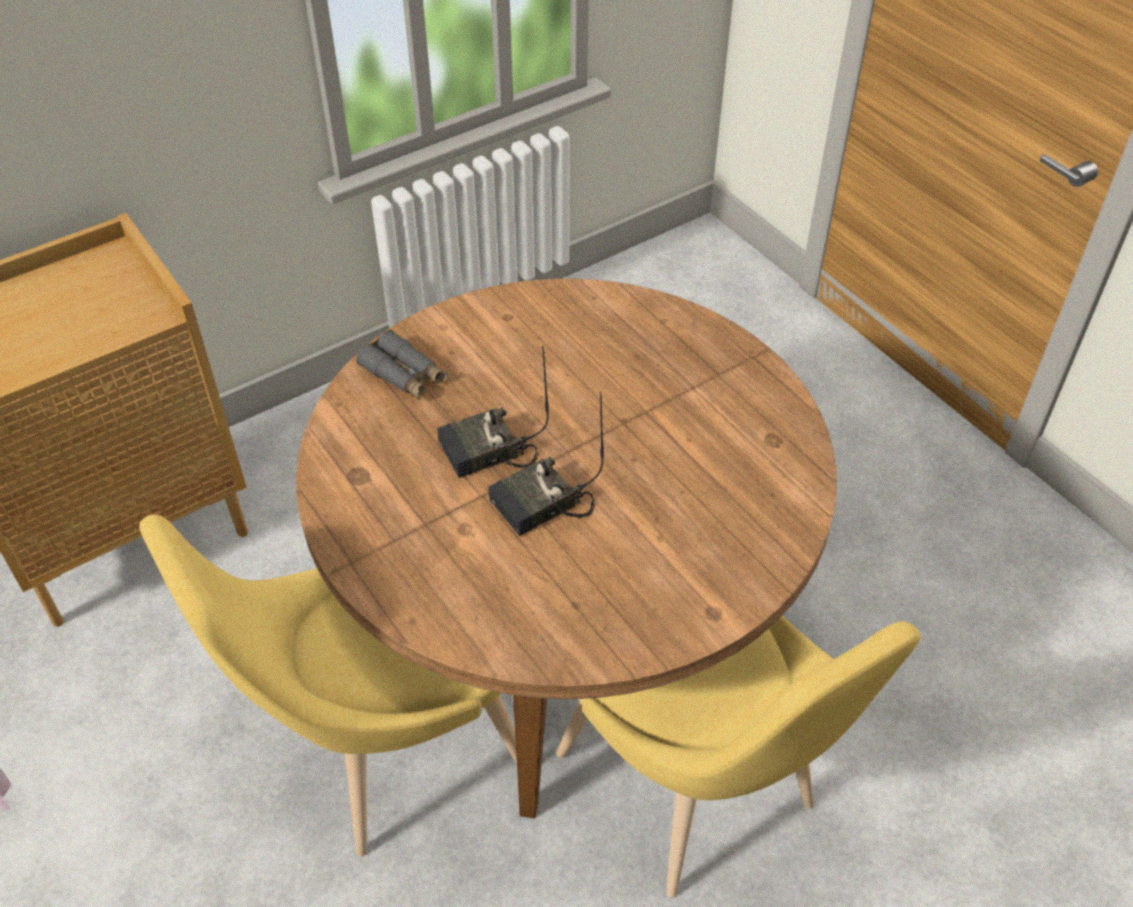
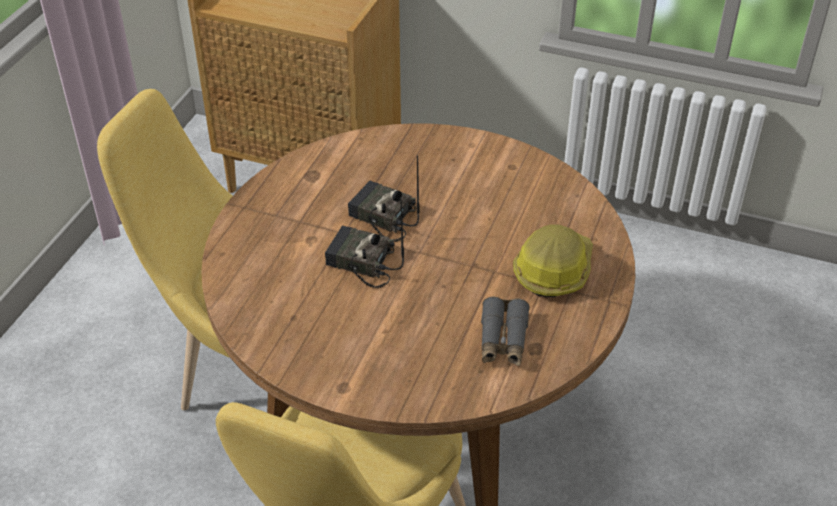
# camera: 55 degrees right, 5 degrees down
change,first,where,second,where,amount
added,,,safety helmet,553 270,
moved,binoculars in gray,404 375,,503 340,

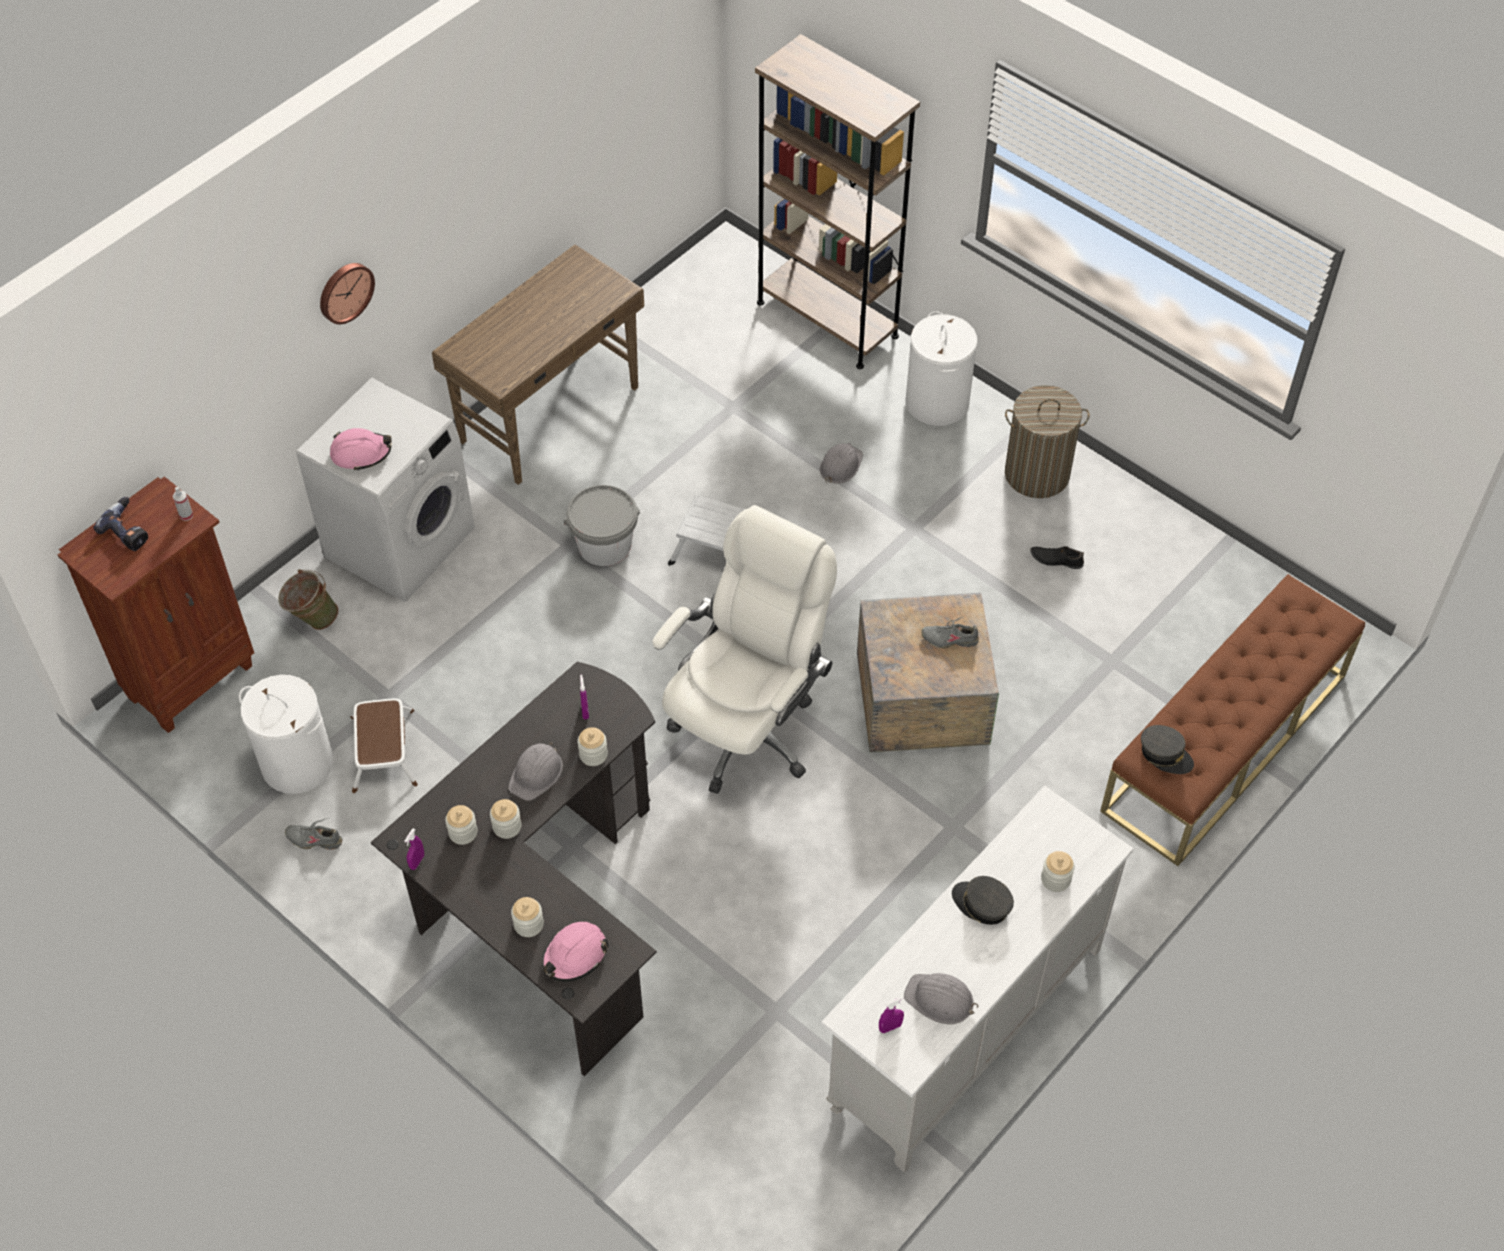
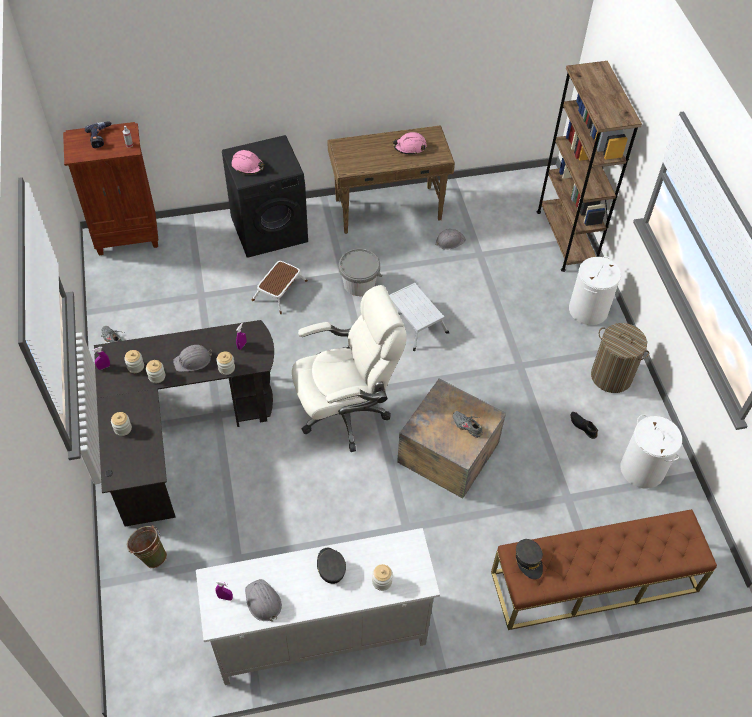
# camera: 35 degrees right, 0 degrees up
change,first,where,second,where,amount
removed,hanging clock,344 291,,,
moved,hamper in whitish,298 764,,642 469,
moved,bucket in green-coloured,312 619,,150 555,
moved,step stool in brown-coloured,384 750,,280 290,
moved,safety helmet in pink-coloured,574 955,,410 147,
moved,safety helmet in gray,840 465,,449 241,
recoloured,washing machine in whitish,402 542,washing machine in black-coloured,270 230,

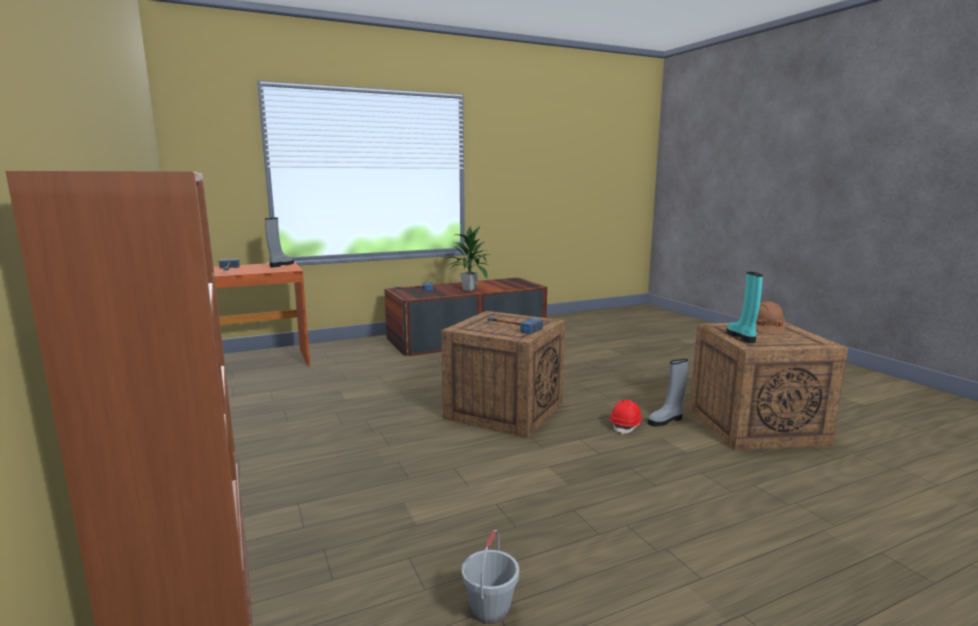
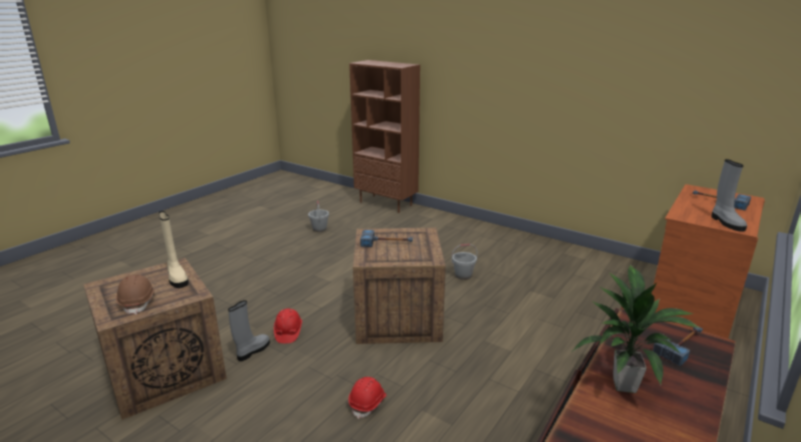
# camera: 150 degrees right, 10 degrees up
change,first,where,second,where,amount
added,,,safety helmet in reddish,368 403,
added,,,bucket in gray,463 275,
recoloured,high-top boot in turquoise,742 337,high-top boot in beige-coloured,176 277,

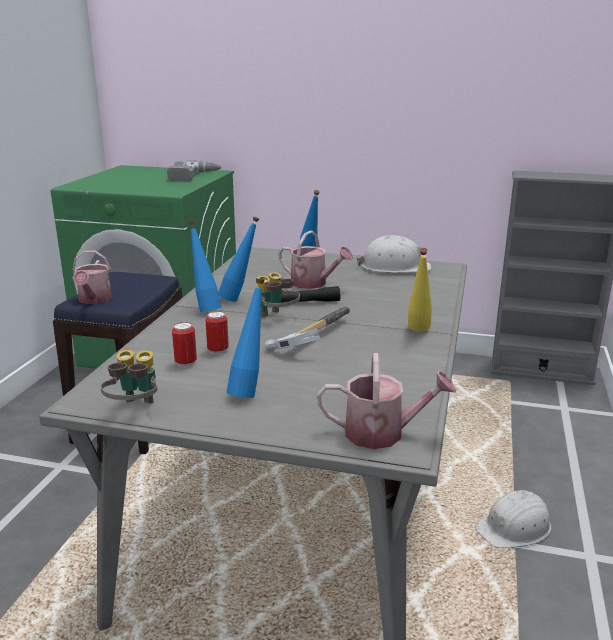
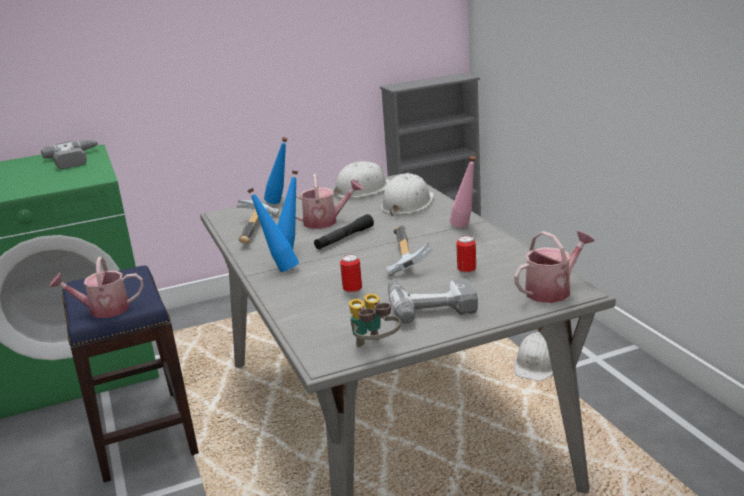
# camera: 35 degrees left, 0 degrees up
change,first,where,second,where,amount
removed,binoculars,277 317,,,
added,,,hammer,258 229,
added,,,safety helmet in whitish,407 204,
moved,can,185 363,,466 271,
replaced,bottle in bluish,249 391,drill,429 304,
recoloured,bottle in yellow-coloured,418 333,bottle in pink-coloured,465 228,
turned,sprinkling can,94 299,,103 310,120 degrees clockwise

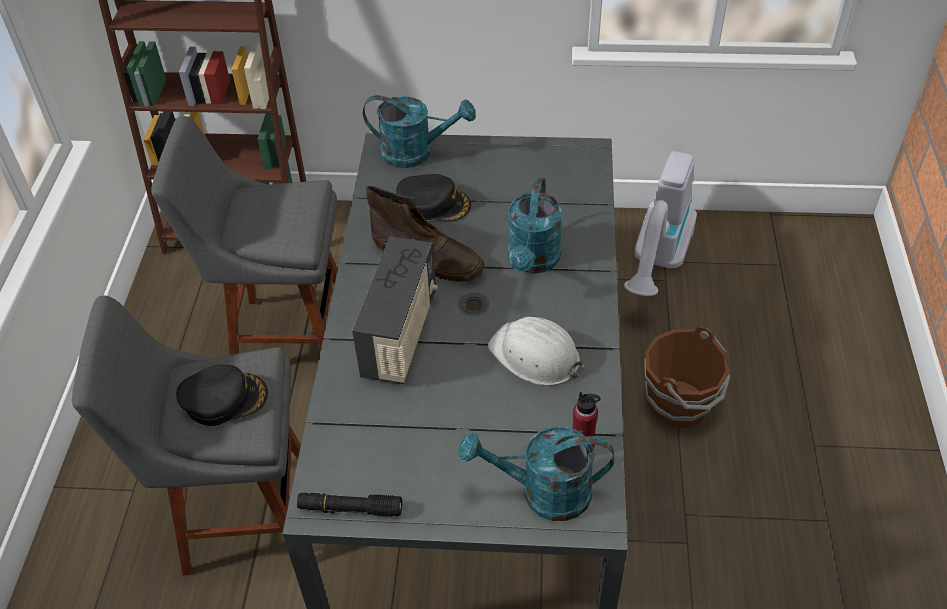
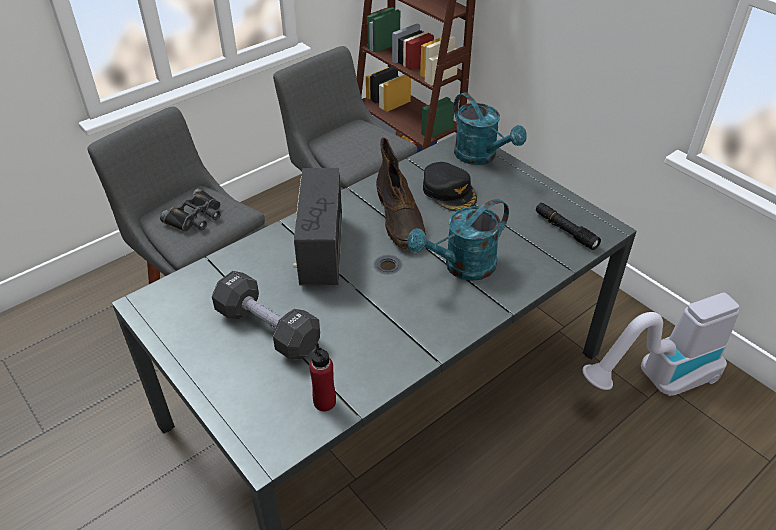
# camera: 45 degrees right, 5 degrees down
change,first,where,second,where,amount
removed,sprinkling can in turquoise,543 493,,,
removed,safety helmet in whitish,535 356,,,
removed,bucket in brown-coloured,680 404,,,
added,,,hand weight in black-coloured,268 328,
moved,torch in black-coloured,350 508,,565 230,
replaced,peaked cap in black-coloured,224 398,binoculars in black-coloured,195 216,
turned,radio receiver,401 335,,320 250,120 degrees clockwise

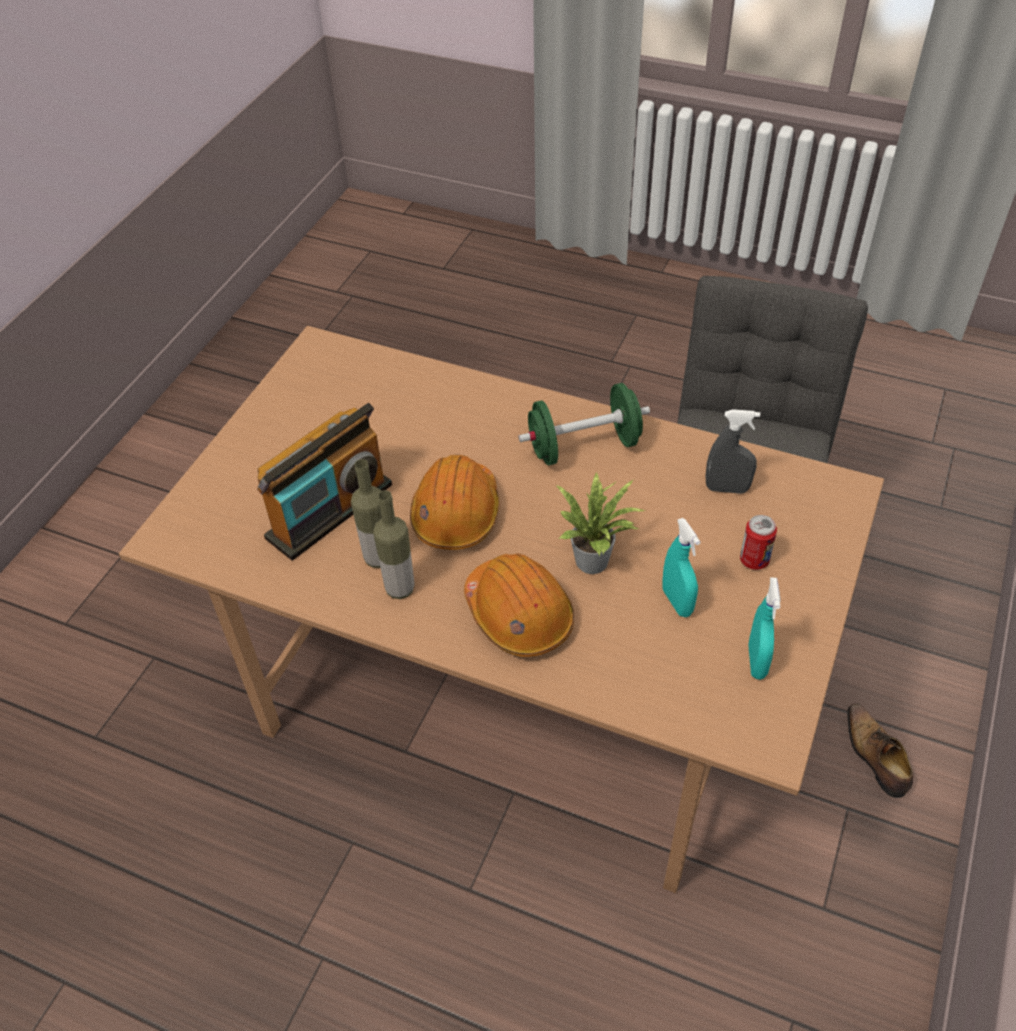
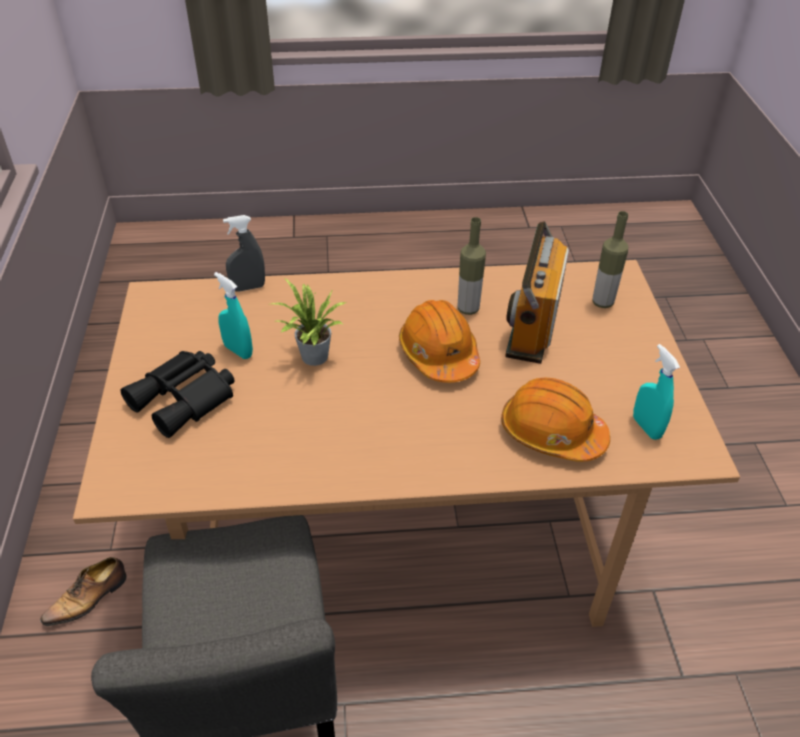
# camera: 150 degrees right, 5 degrees down
change,first,where,second,where,amount
removed,hand weight in green-coloured,583 446,,,
moved,bottle,400 589,,602 302,
moved,safety helmet in orangey,519 614,,551 433,
moved,sprayer in gray,727 488,,248 287,
moved,sprayer in turquoise,756 661,,646 427,
replaced,can,754 560,binoculars in black-coloured,186 398,
turned,low shoe,875 756,,89 598,90 degrees clockwise

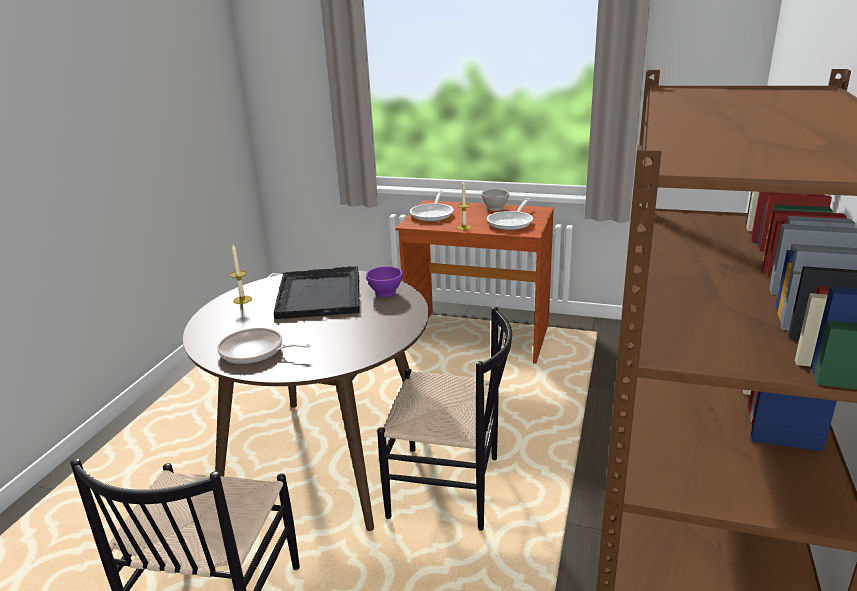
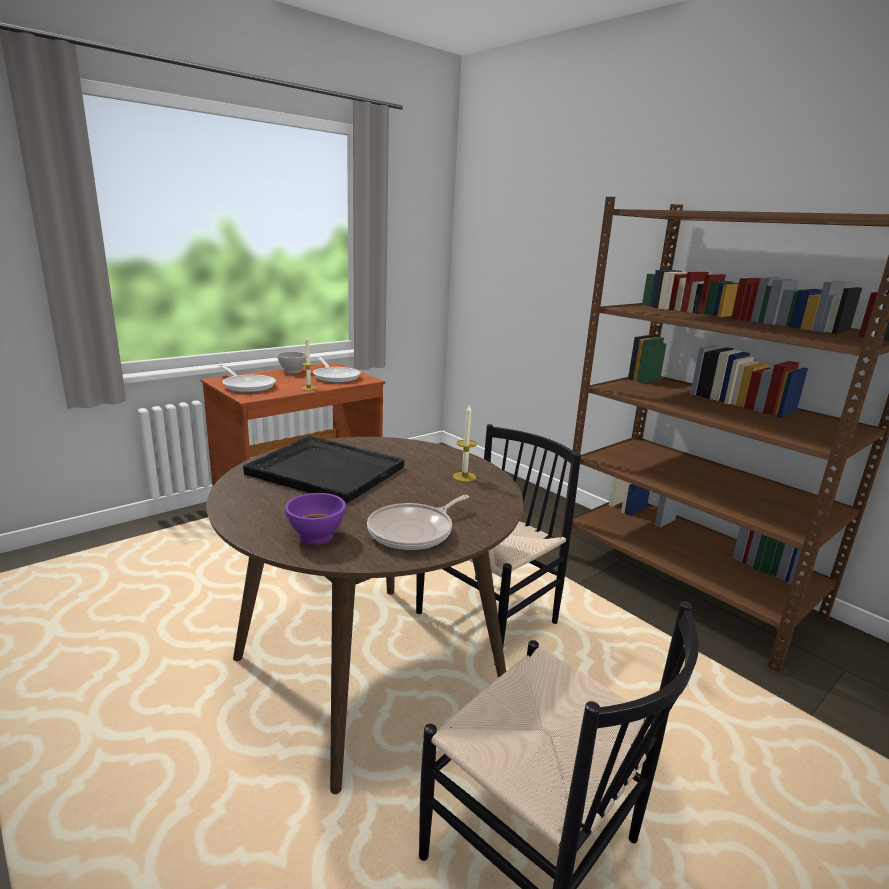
# camera: 60 degrees left, 5 degrees down
change,first,where,second,where,amount
moved,wax light,242 300,,464 477,
moved,bowl in purplish,386 292,,316 535,

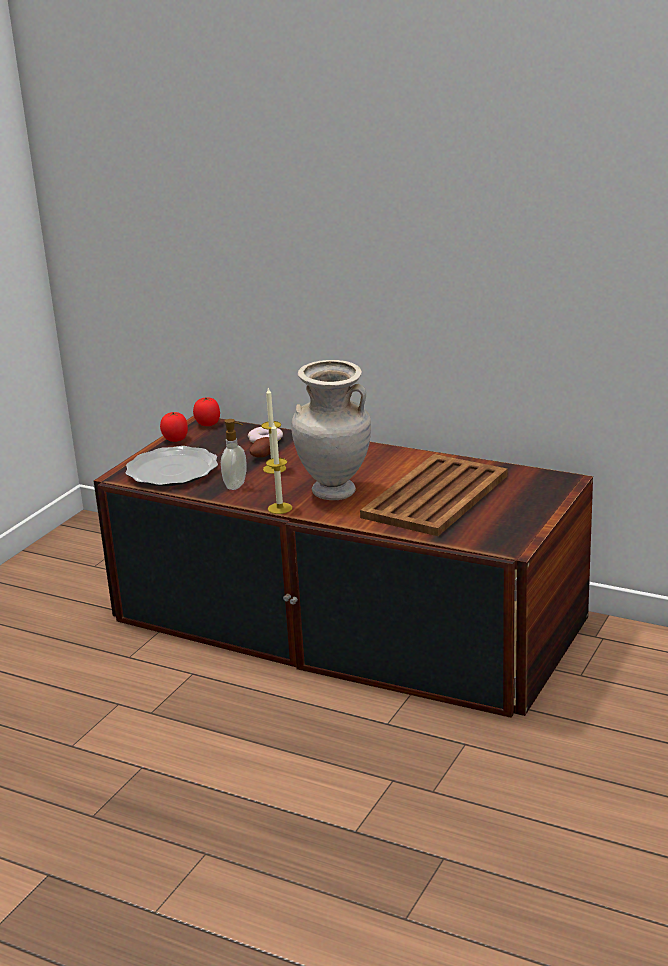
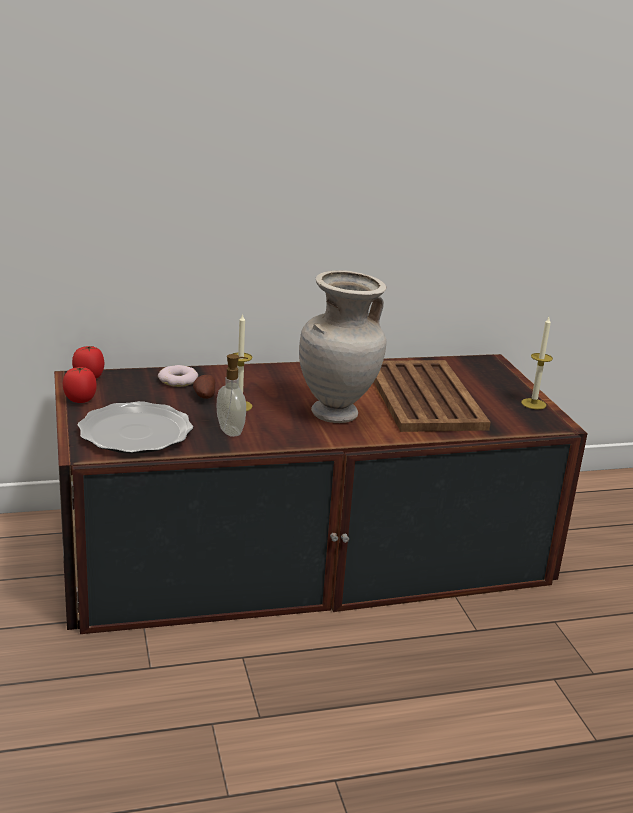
# camera: 45 degrees left, 0 degrees up
change,first,where,second,where,amount
moved,wax light,280 508,,533 404,

